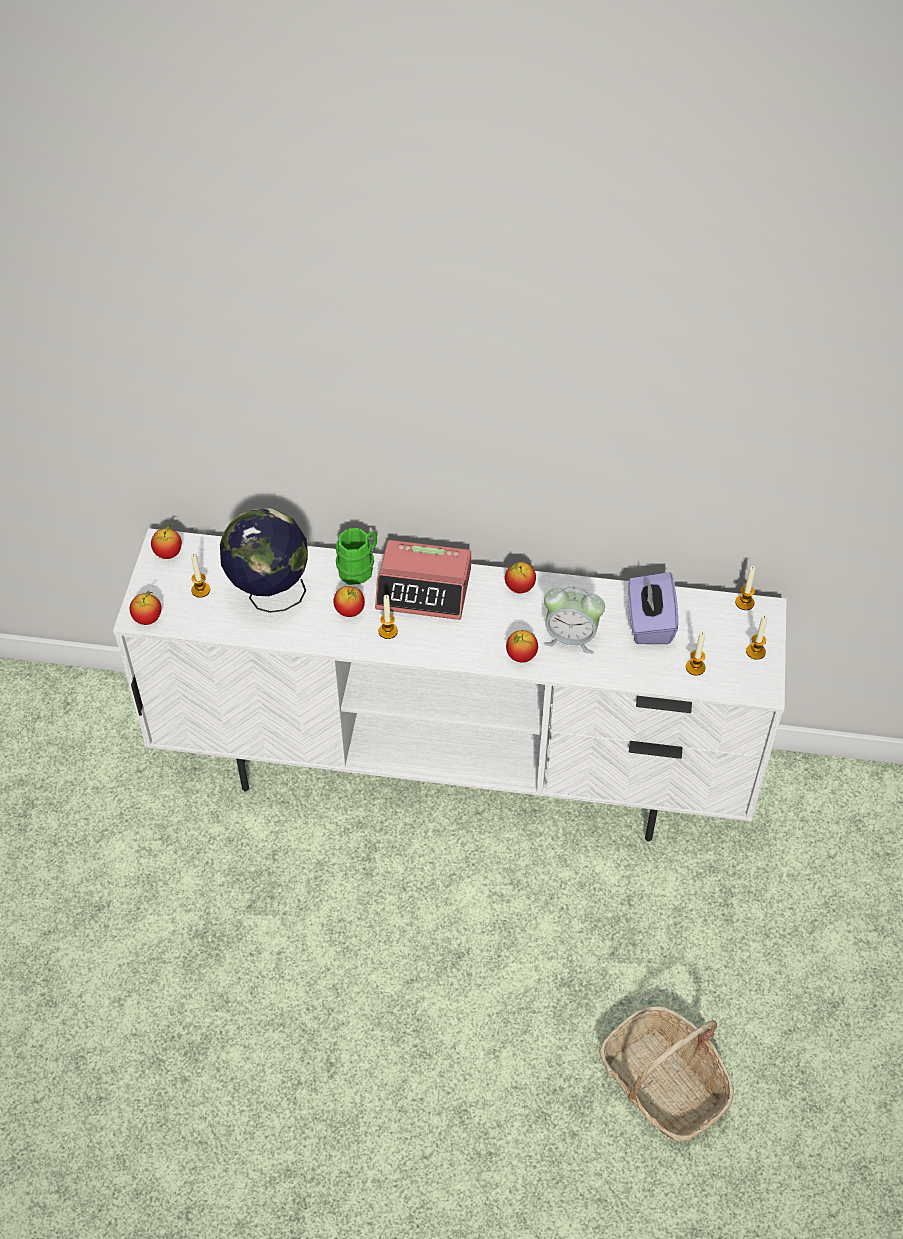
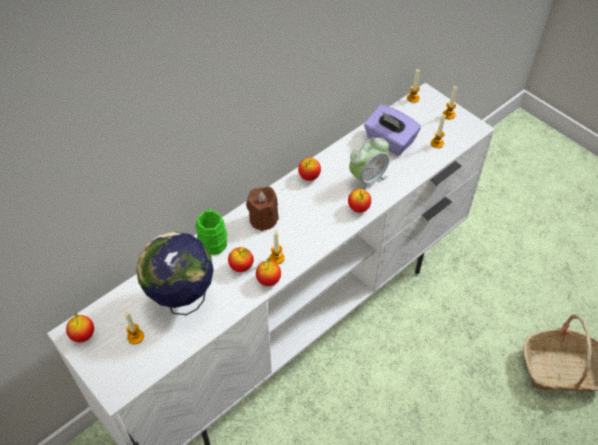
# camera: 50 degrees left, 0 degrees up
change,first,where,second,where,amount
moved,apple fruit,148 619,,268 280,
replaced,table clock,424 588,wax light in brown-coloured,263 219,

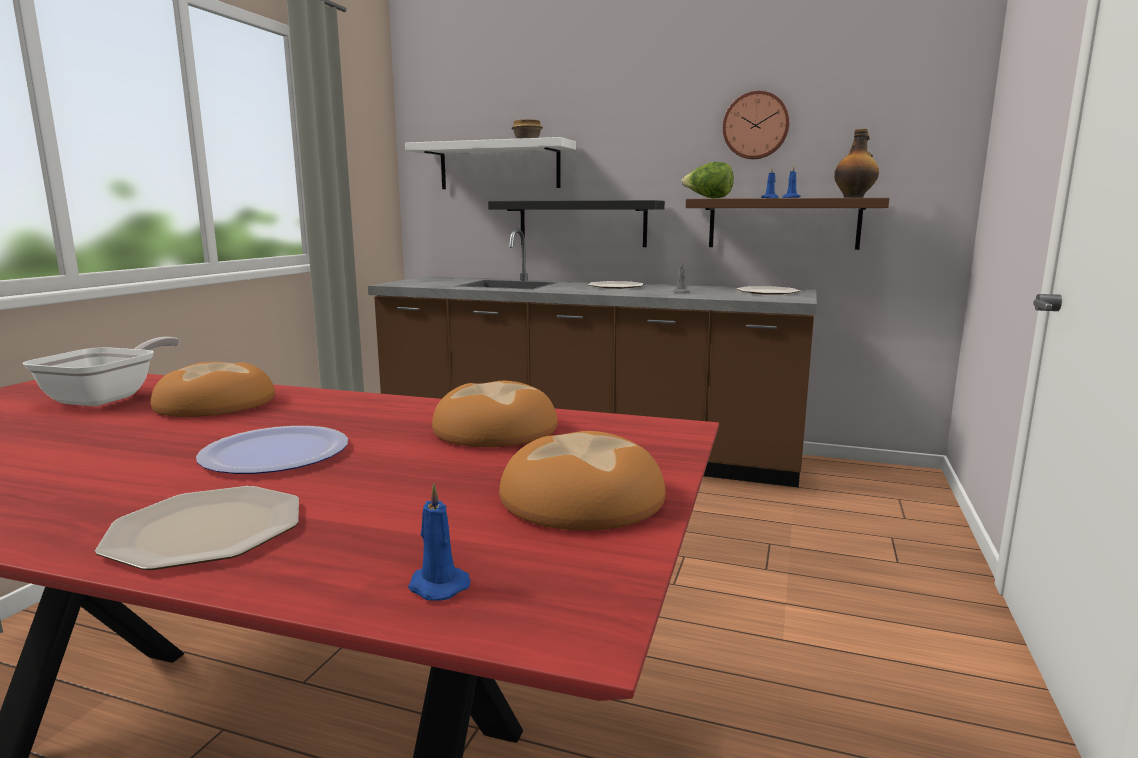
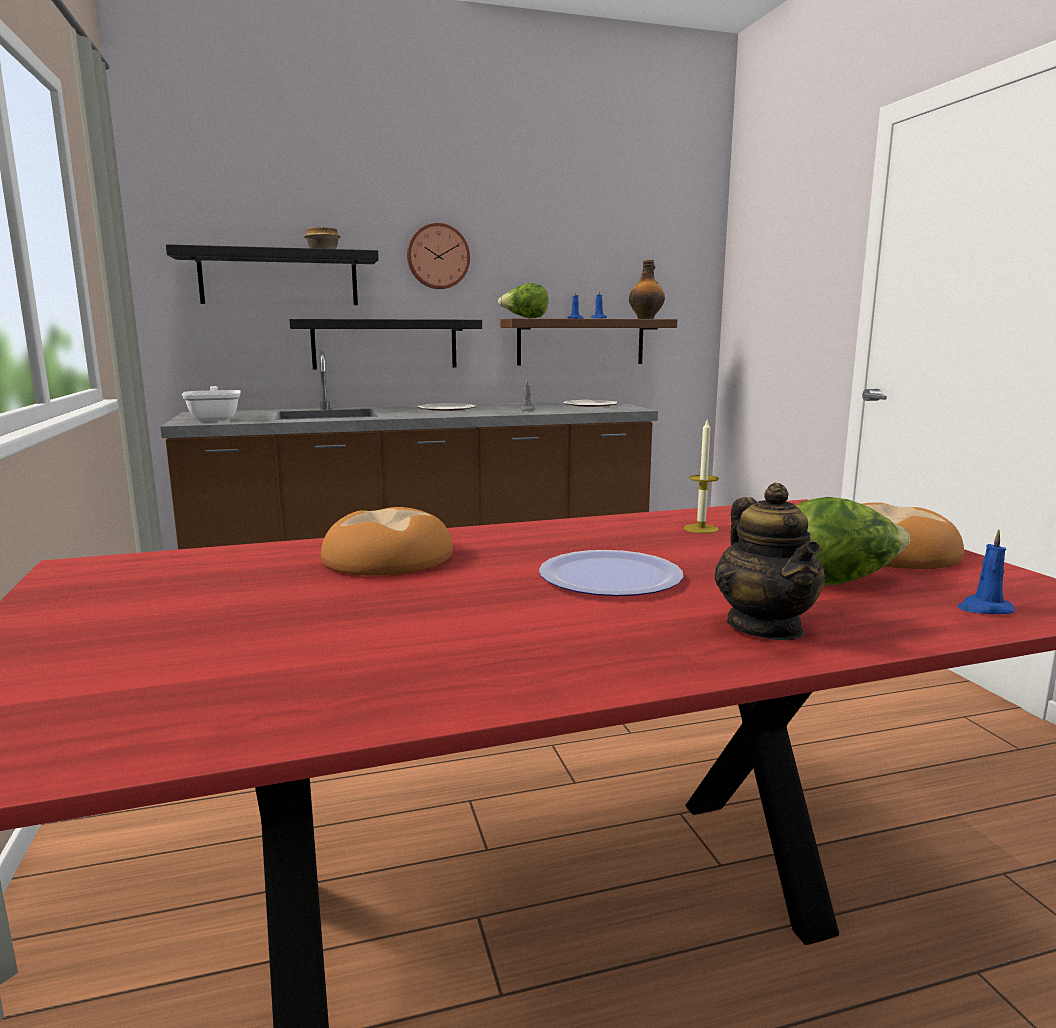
# camera: 35 degrees left, 0 degrees up
change,first,where,second,where,amount
added,,,lettuce head,838 581,
moved,frying pan,109 397,,215 419,
moved,hanging clock,756 126,,438 256,
replaced,dinner plate,208 529,pot for tea,765 627,
replaced,bakery bread,495 430,wax light,701 529,
recoloured,wall shelf in whitish,499 166,wall shelf in black-coloured,279 278,

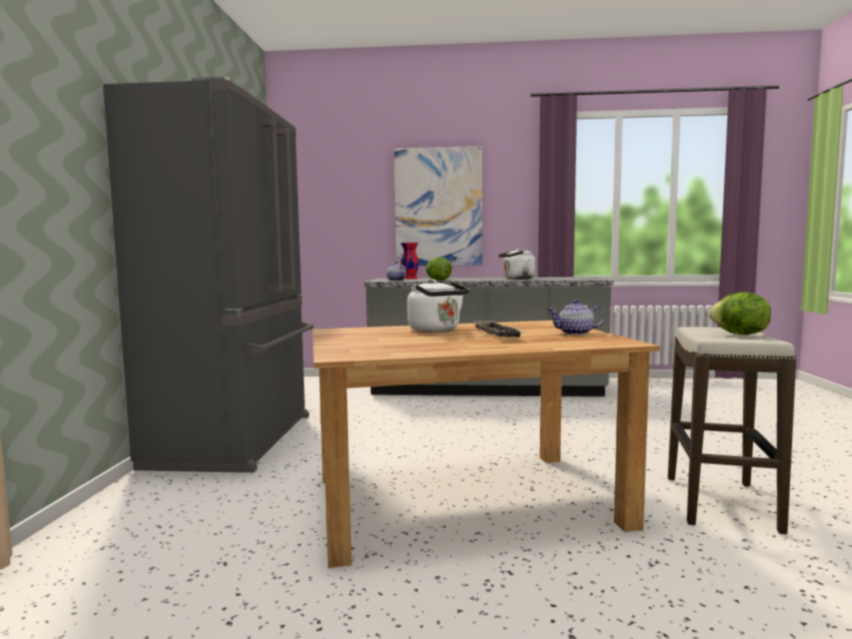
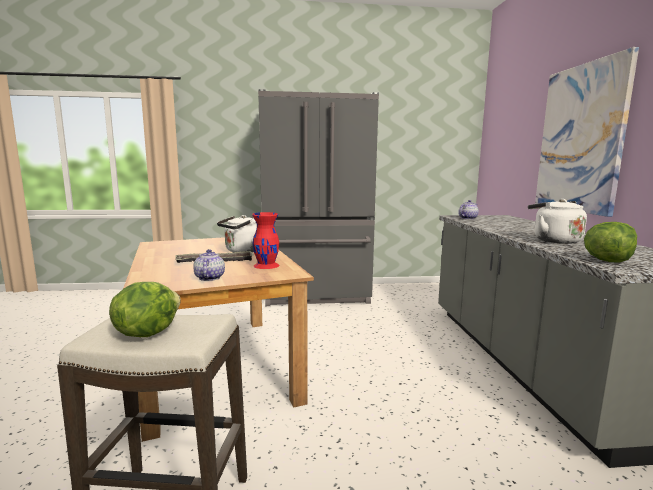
# camera: 80 degrees right, 5 degrees up
change,first,where,second,where,amount
moved,decorative vase in reddish,409 278,,266 265,
moved,lettuce head,437 280,,607 261,

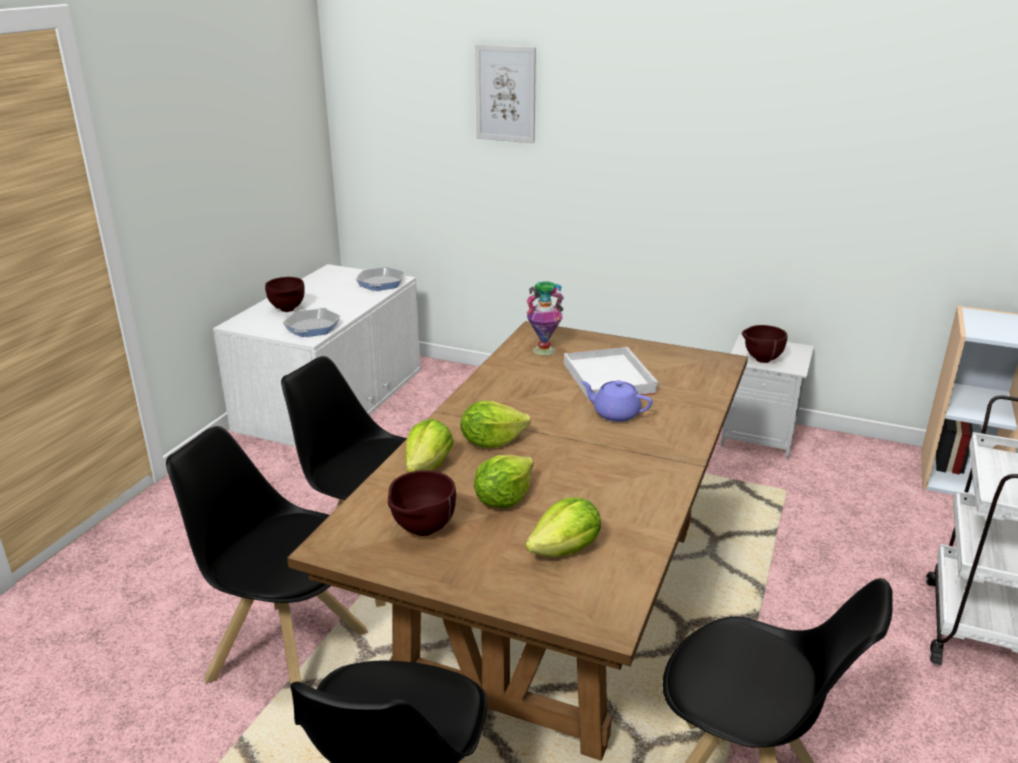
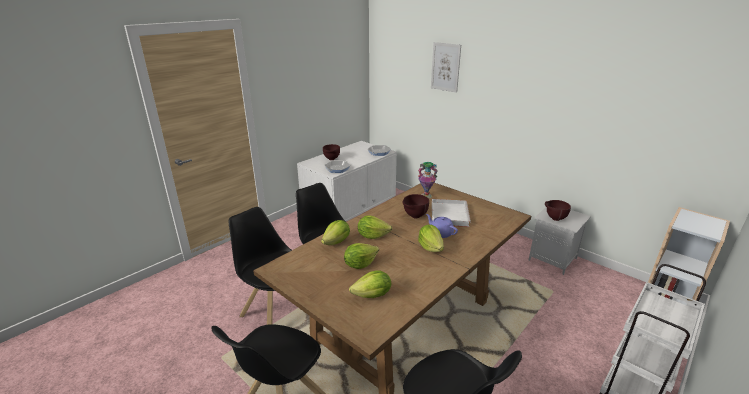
# camera: 20 degrees right, 0 degrees up
change,first,where,second,where,amount
added,,,lettuce head,430 247,
moved,bowl in brown-coloured,421 531,,414 216,

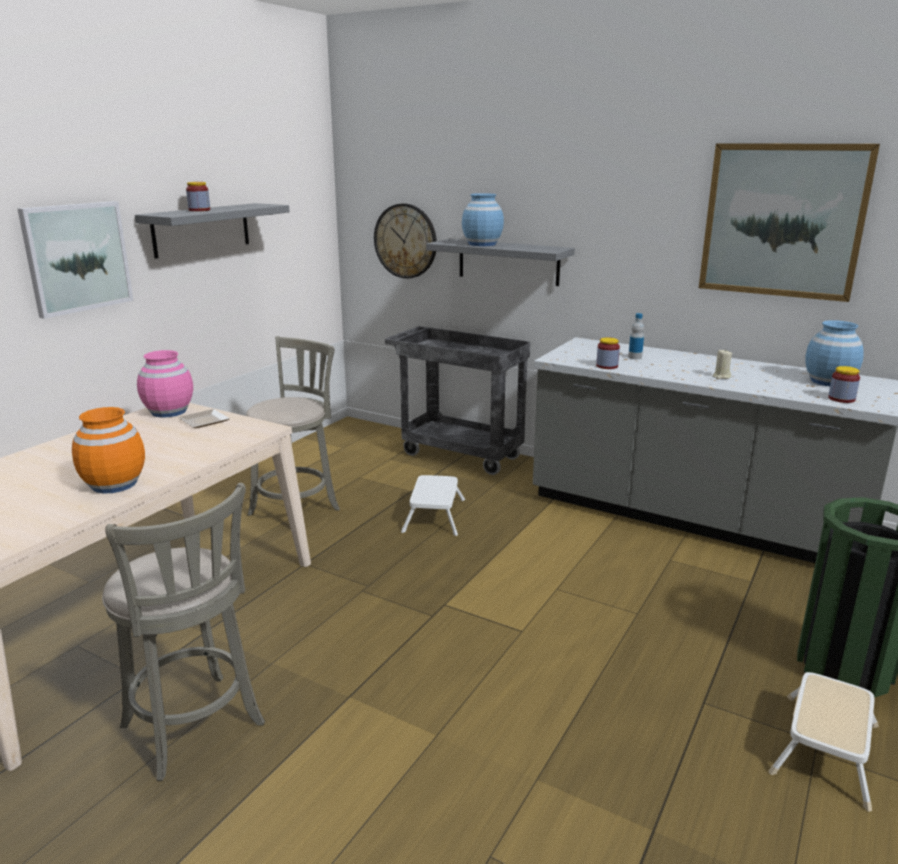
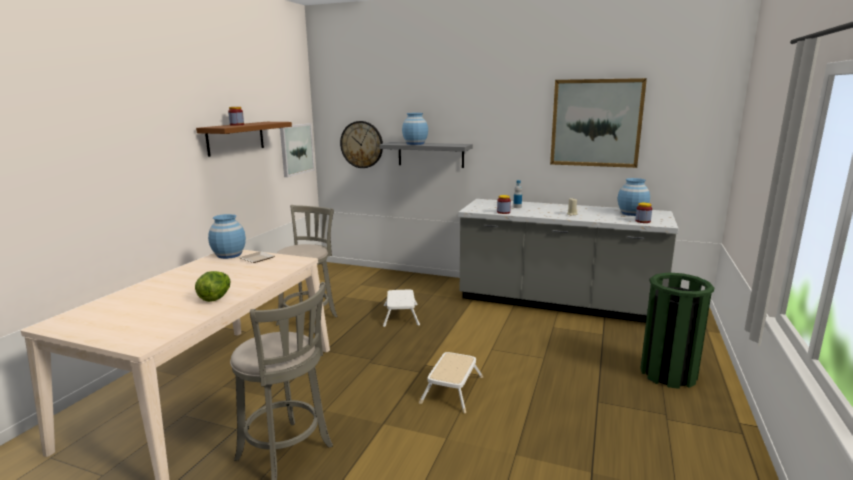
# camera: 10 degrees left, 5 degrees down
change,first,where,second,where,amount
removed,wheeled cart in gray,456 456,,,
moved,wall picture,77 257,,296 149,
moved,step stool in beige-coloured,824 748,,452 389,
replaced,decorative vase in orangey,115 484,lettuce head,216 297,
recoloured,wall shelf in gray,201 229,wall shelf in brown-coloured,235 138,
recoloured,decorative vase in pink-coloured,169 411,decorative vase in bluish,229 255,

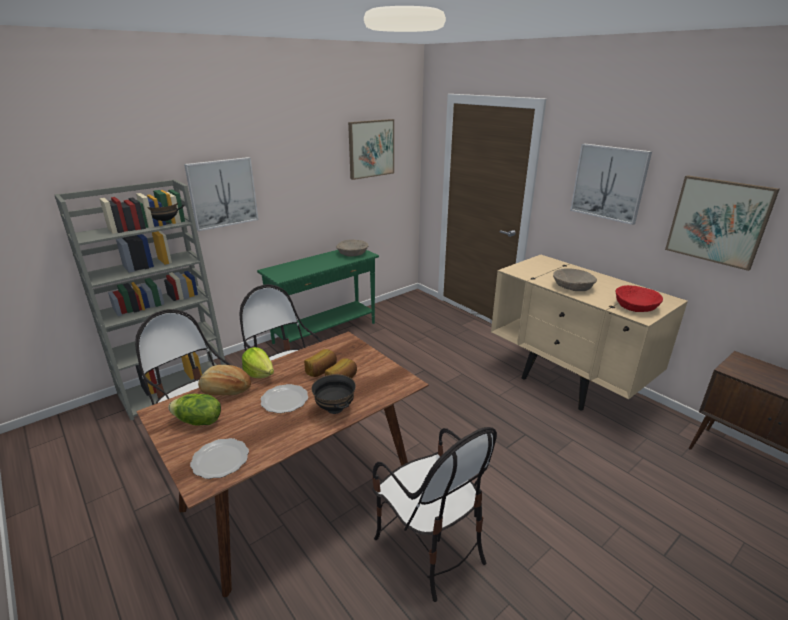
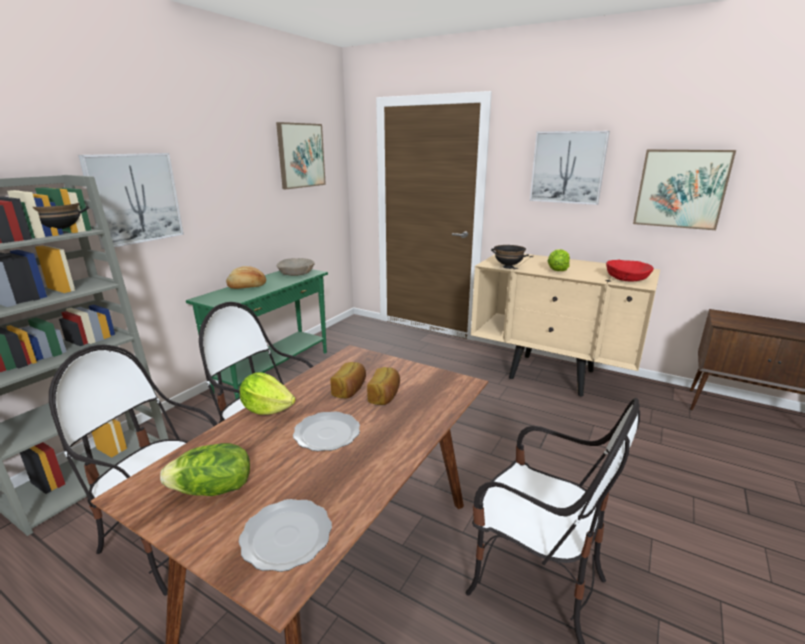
# camera: 20 degrees left, 5 degrees down
change,first,where,second,where,amount
moved,bakery bread,225 390,,247 286,
moved,bowl in black-coloured,334 408,,508 267,
replaced,bowl in beige-coloured,572 287,lettuce head,557 270,

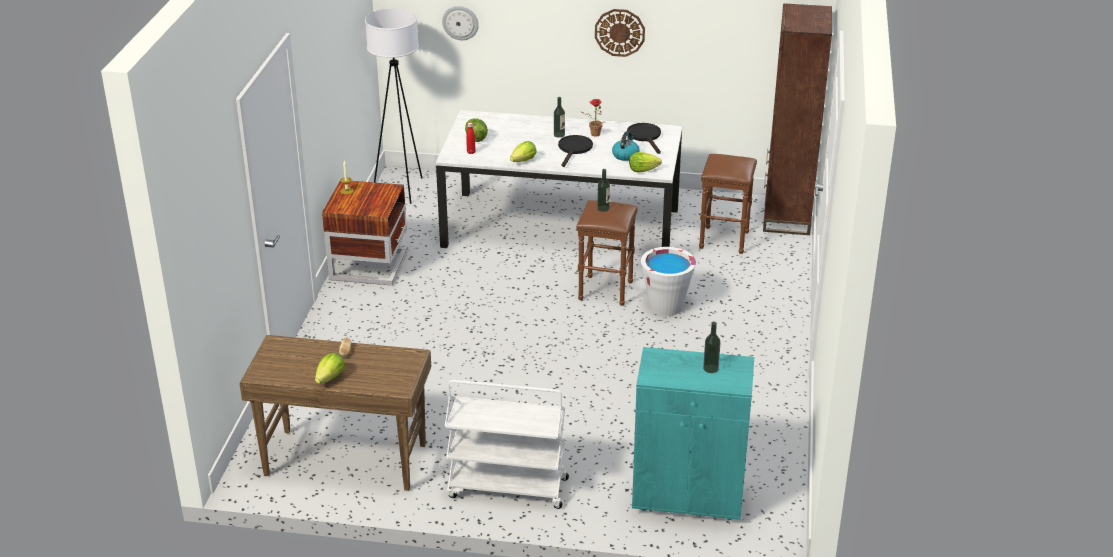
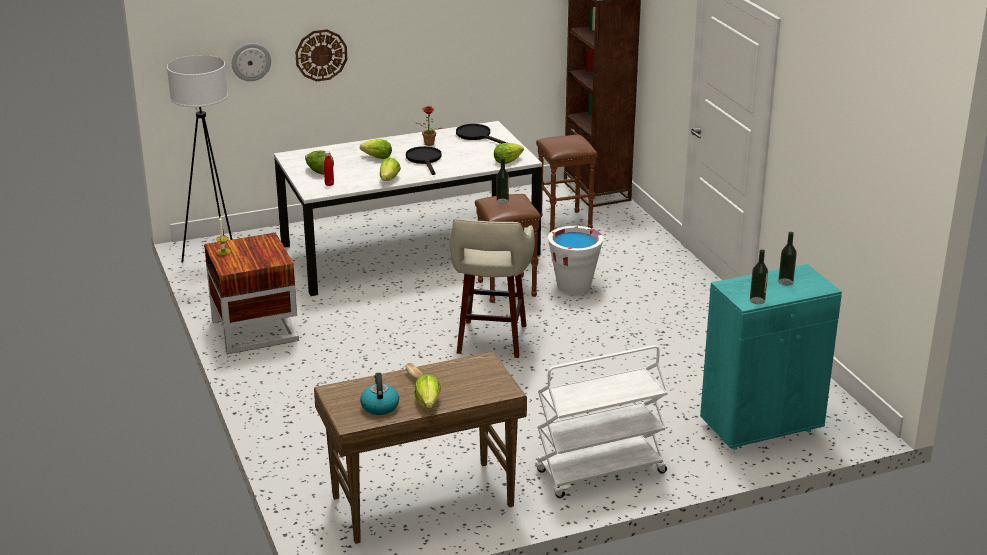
# camera: 30 degrees left, 5 degrees down
change,first,where,second,where,amount
added,,,lettuce head,377 158,
added,,,stool in beige-coloured,491 341,
moved,bottle,559 135,,757 300,
moved,hanging clock,619 32,,321 55,
moved,tea kettle,625 155,,379 406,

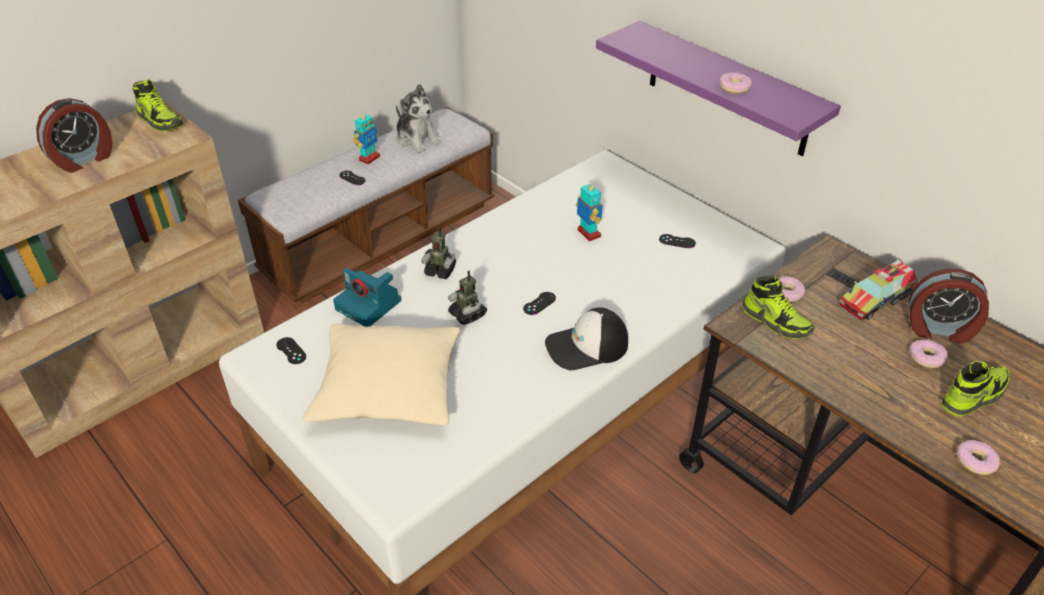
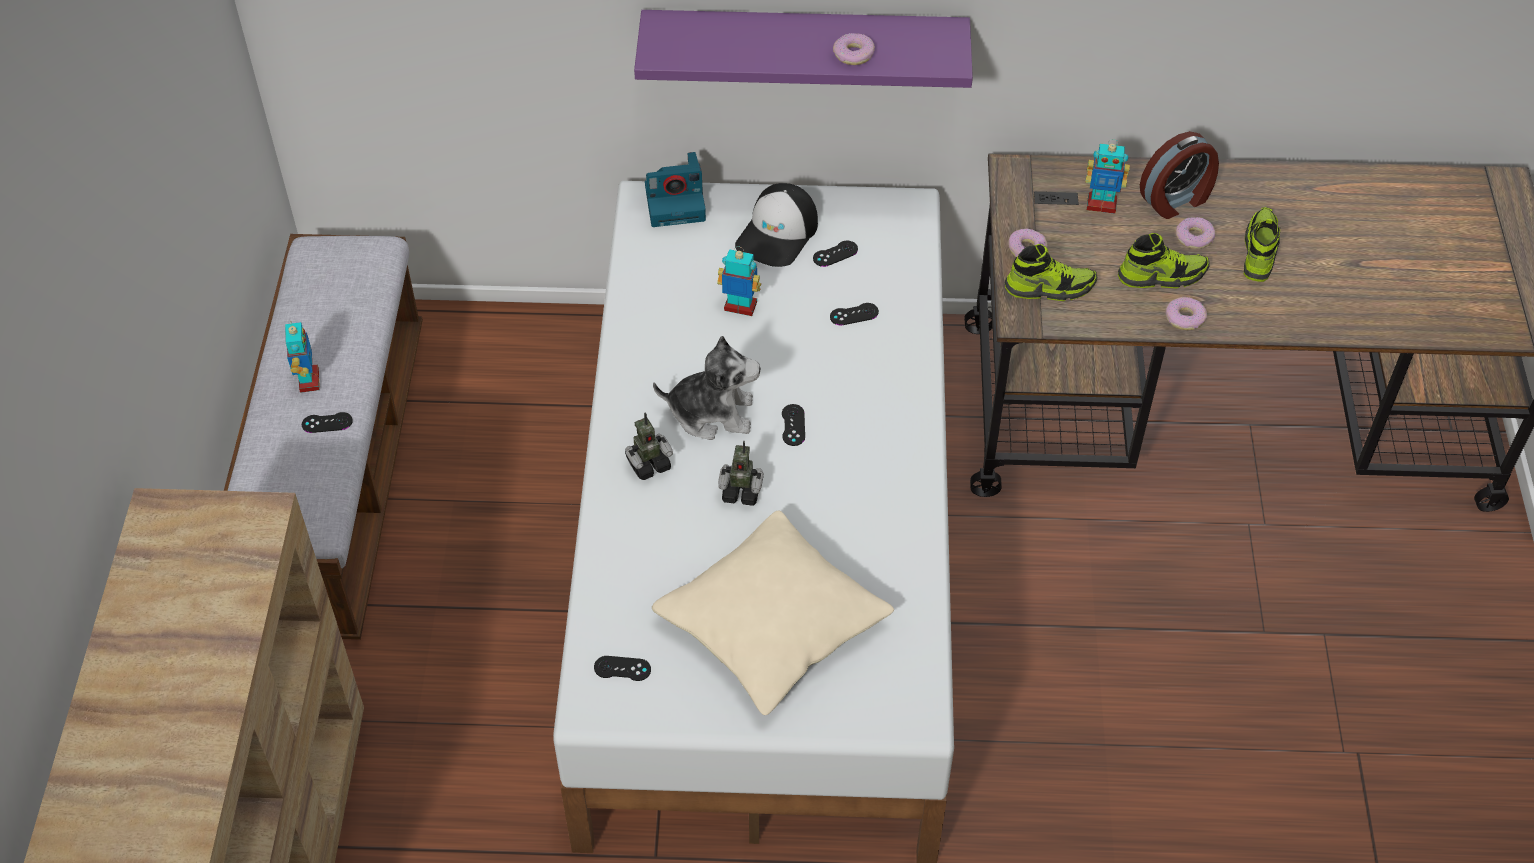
# camera: 45 degrees left, 10 degrees up
change,first,where,second,where,amount
removed,table clock,84 159,,,
added,,,gamepad in black-coloured,854 314,
moved,low shoe,160 121,,1161 276,
moved,still camera,370 305,,676 202,
moved,plush toy,417 139,,712 413,
moved,peaked cap,586 346,,778 234,
moved,donut,975 461,,1184 318,
replaced,toy lorry,875 300,robot figure,1101 204,

